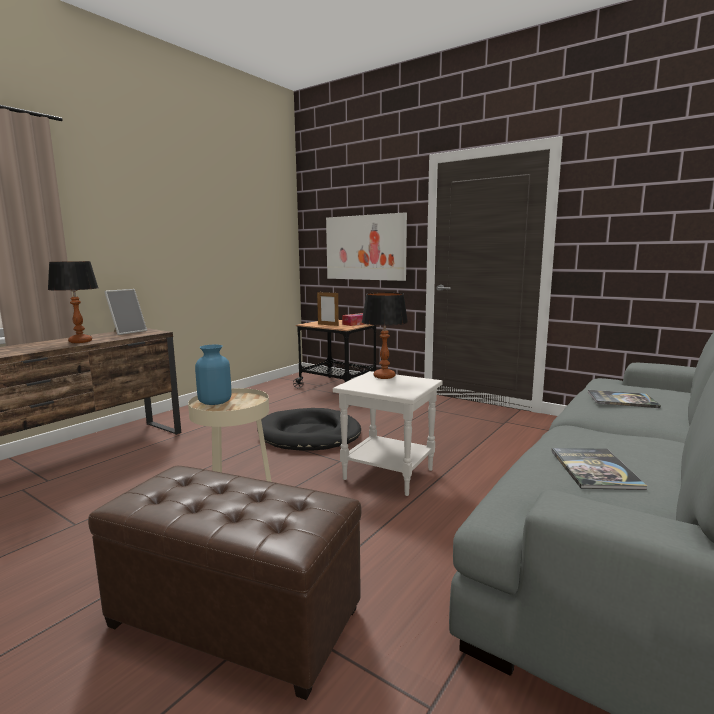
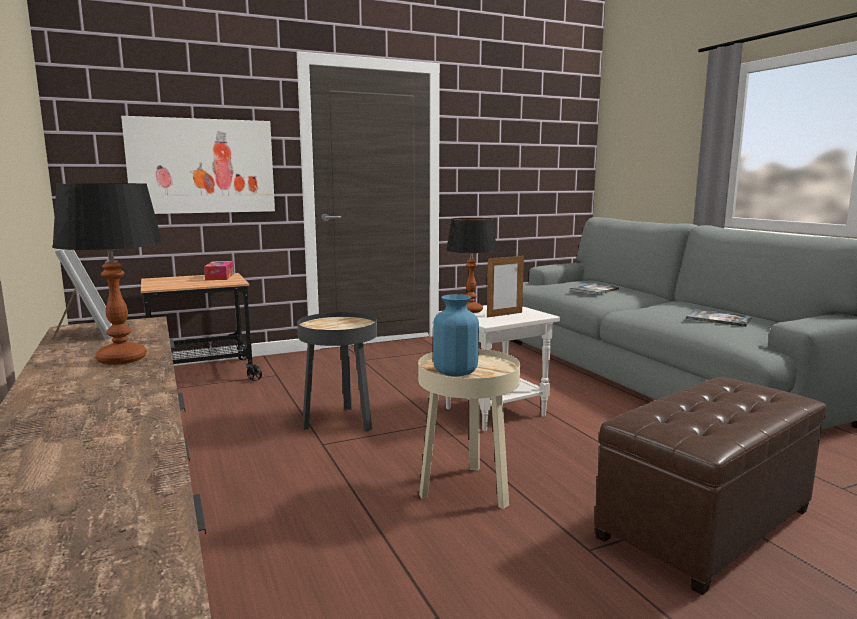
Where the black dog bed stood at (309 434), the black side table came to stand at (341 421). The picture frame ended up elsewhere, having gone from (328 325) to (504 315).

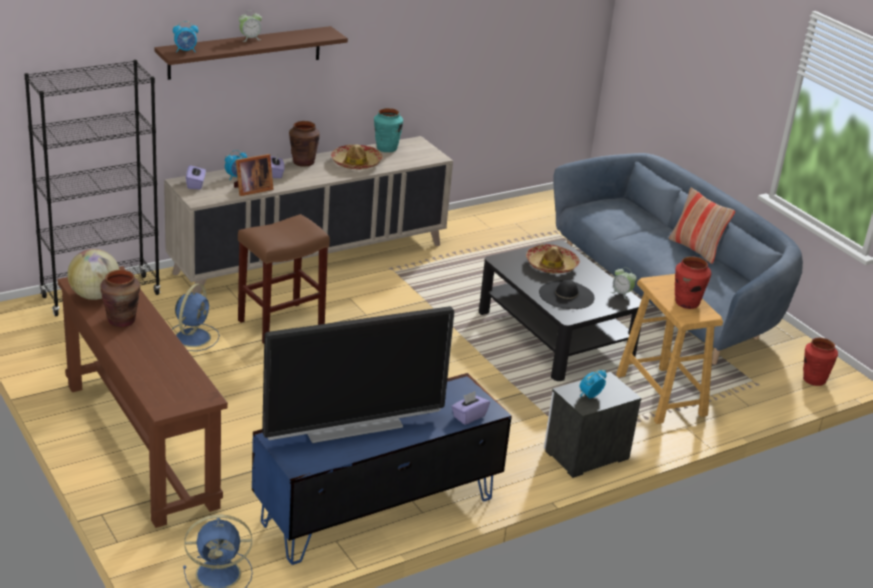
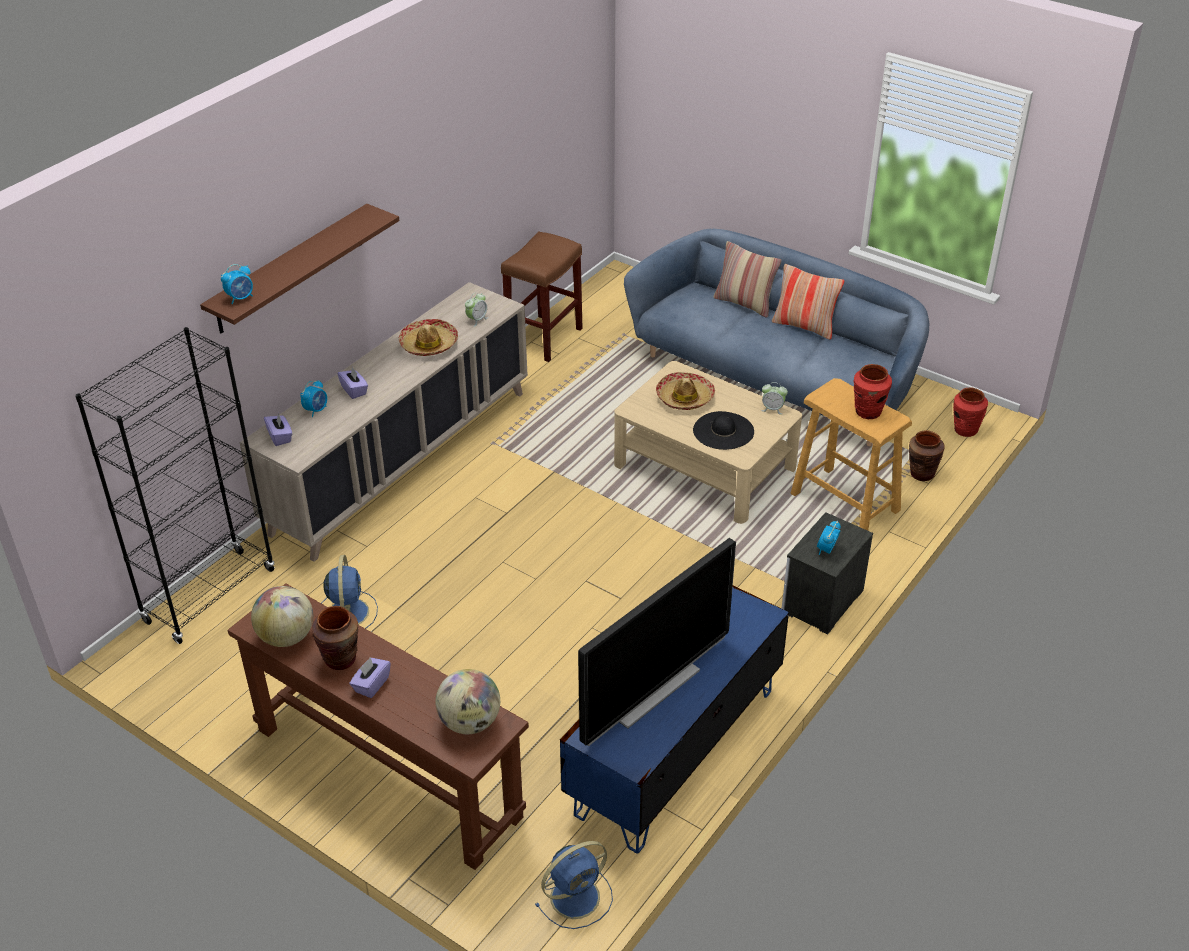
The purple tissue box ended up elsewhere, having gone from (469 416) to (371 685). The second view gained the globe at (470 722). The alarm clock ended up elsewhere, having gone from (250 39) to (477 320). The brown stool ended up elsewhere, having gone from (281 323) to (544 337). What was the black coffee table at (555 334) turned into the beige coffee table at (705 466). The second view gained the pillow at (744 303). The brown vase ended up elsewhere, having gone from (303 162) to (921 474). The second view lost the picture frame at (251 190). The second view lost the turquoise vase at (386 148).

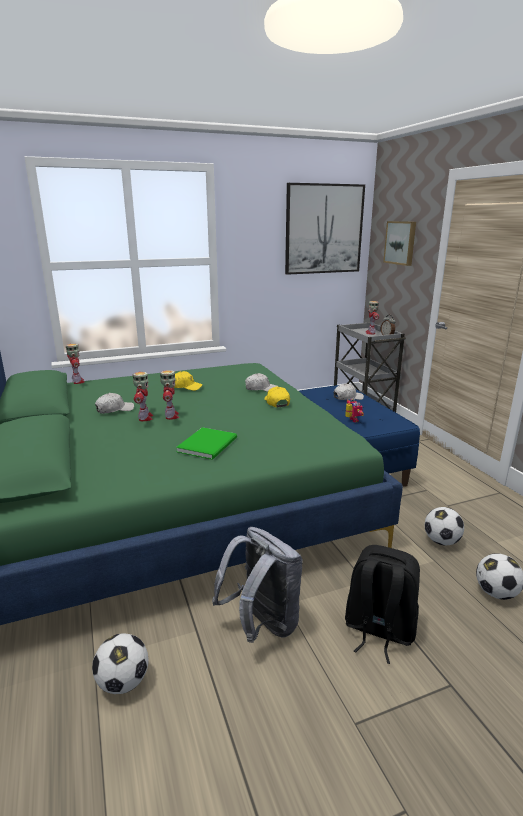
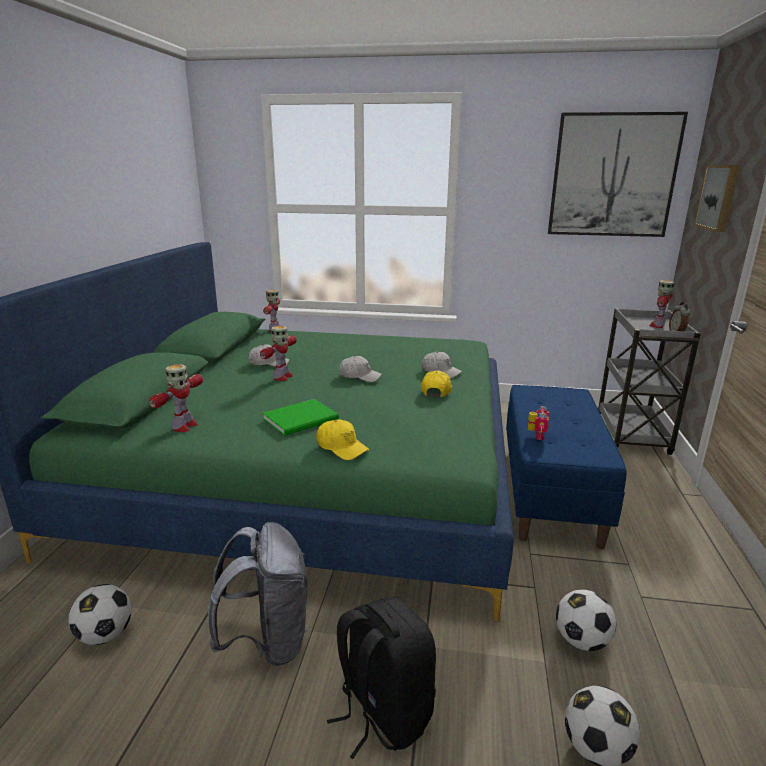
The toy robot ended up elsewhere, having gone from (171 416) to (184 426). The yellow cap ended up elsewhere, having gone from (185 387) to (341 447). The white cap ended up elsewhere, having gone from (347 397) to (359 376).

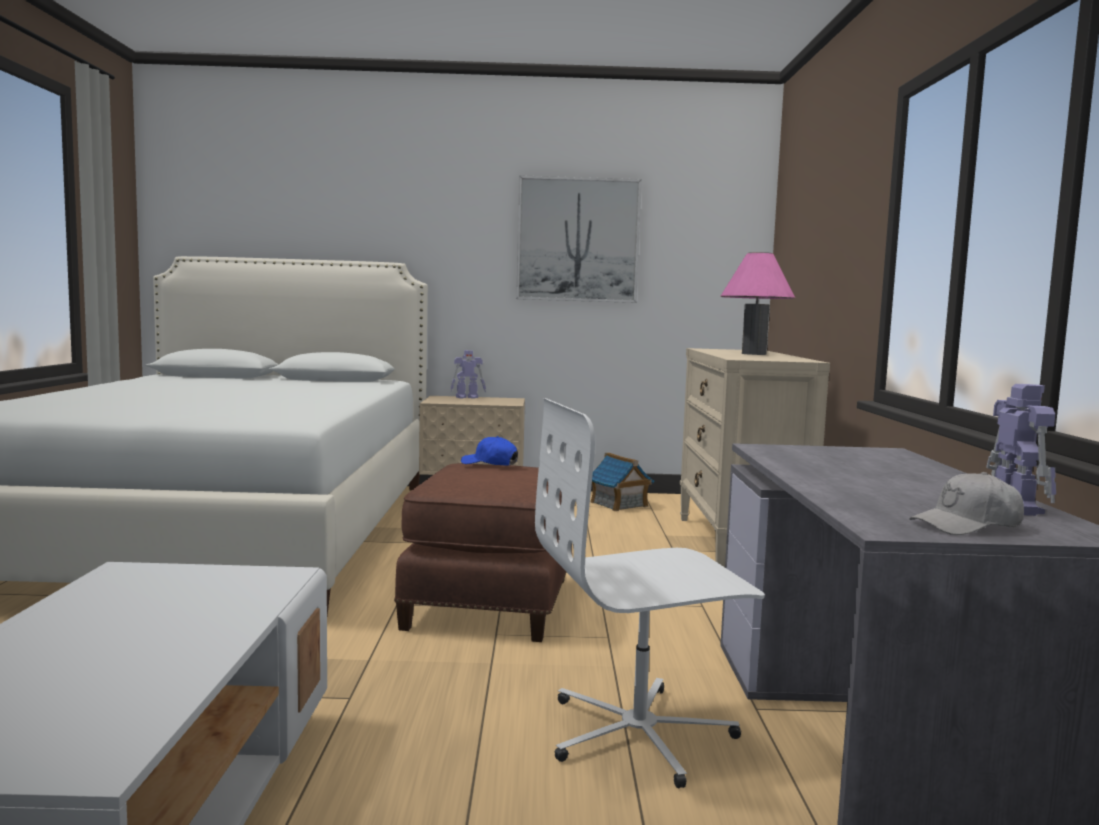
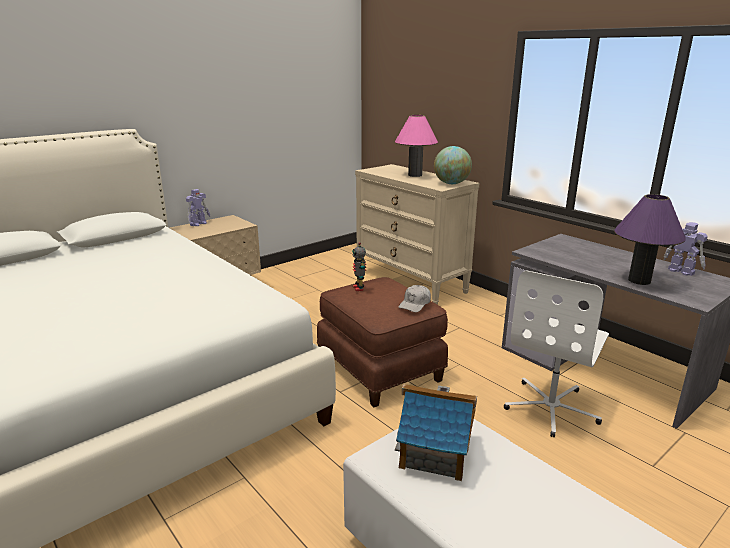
Where the blue cap stood at (490 463), the toy robot came to stand at (359 288). The toy house ended up elsewhere, having gone from (619 504) to (435 453). The white cap ended up elsewhere, having gone from (967 525) to (415 304). The second view gained the globe at (451 183). The second view gained the purple table lamp at (639 280). The second view lost the picture at (578 240).

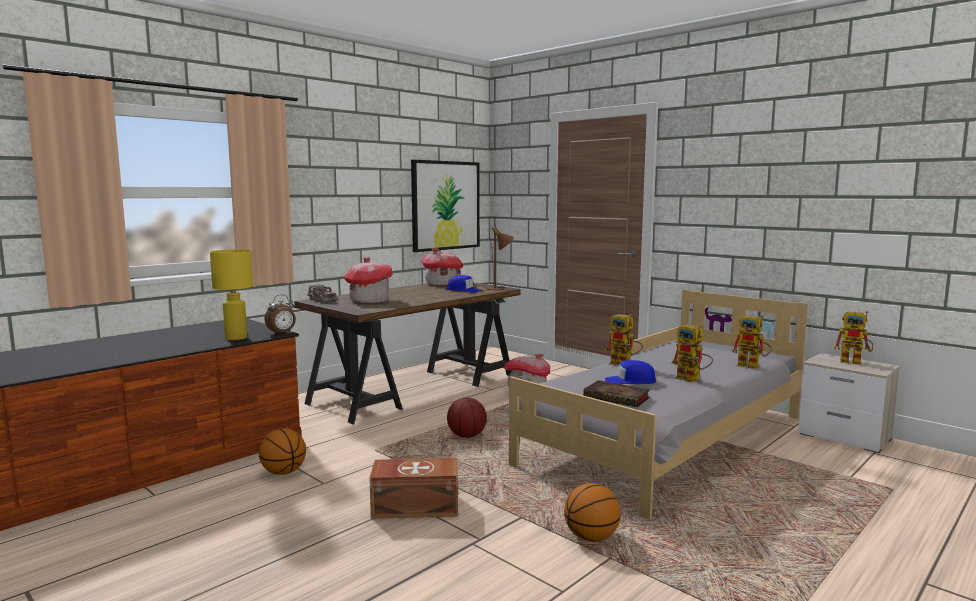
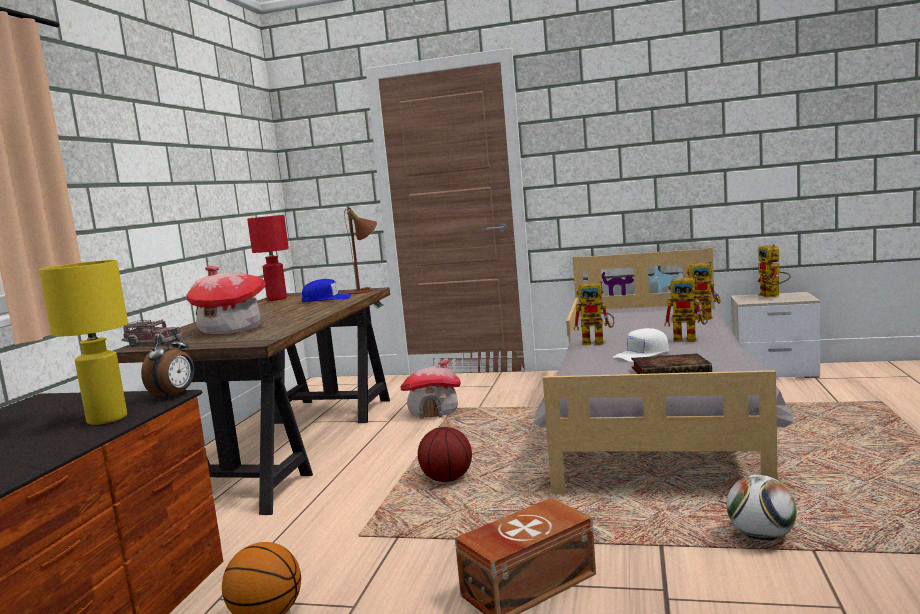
Where the toy house stood at (443 284), the red table lamp came to stand at (277 299). What was the blue cap at (629 381) turned into the white cap at (642 354). Where the basketball stood at (591 537), the football came to stand at (761 537). The toy robot at (855 362) ended up facing another way, 90 degrees clockwise from before. The second view lost the picture at (445 205).

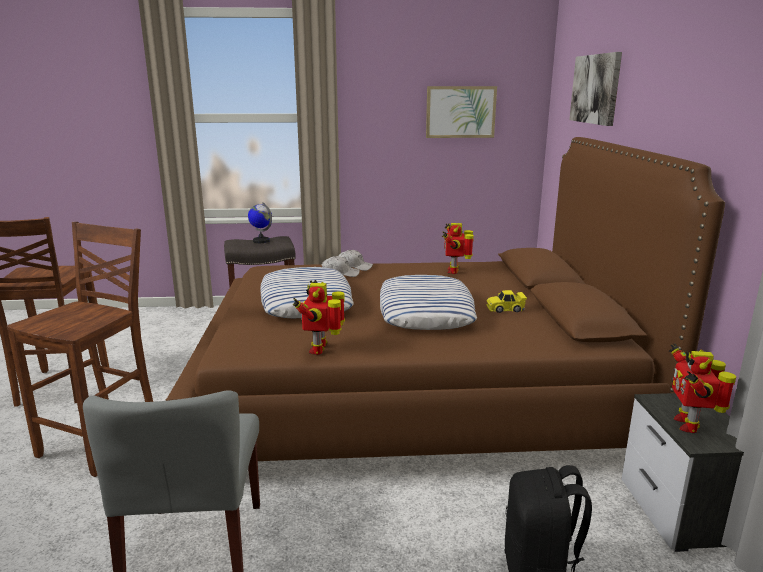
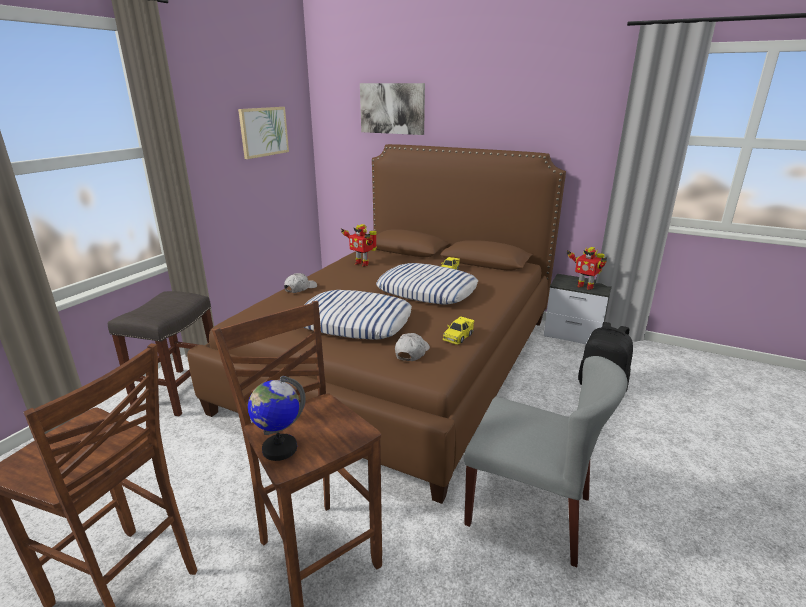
The globe ended up elsewhere, having gone from (261 241) to (279 448). The white cap ended up elsewhere, having gone from (340 274) to (412 352). Where the toy robot stood at (320 348), the yellow toy car came to stand at (458 337).

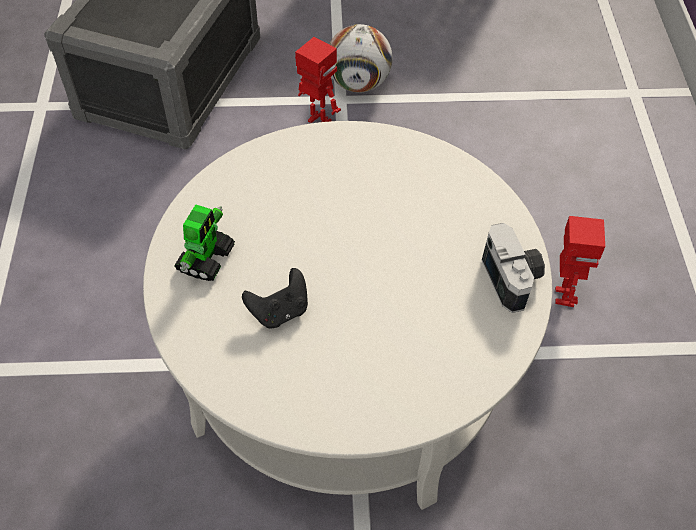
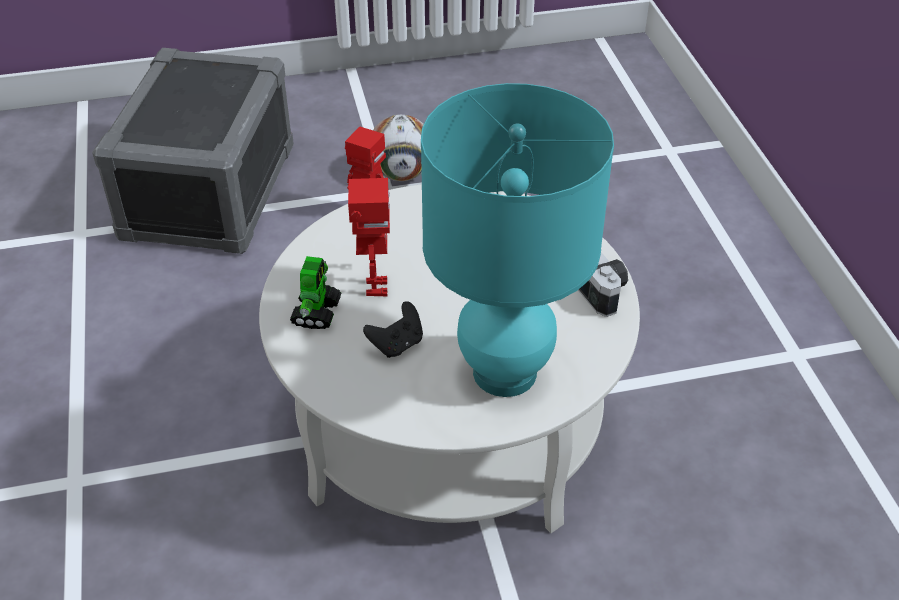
The toy robot ended up elsewhere, having gone from (562 296) to (375 287). The second view gained the turquoise table lamp at (505 373).

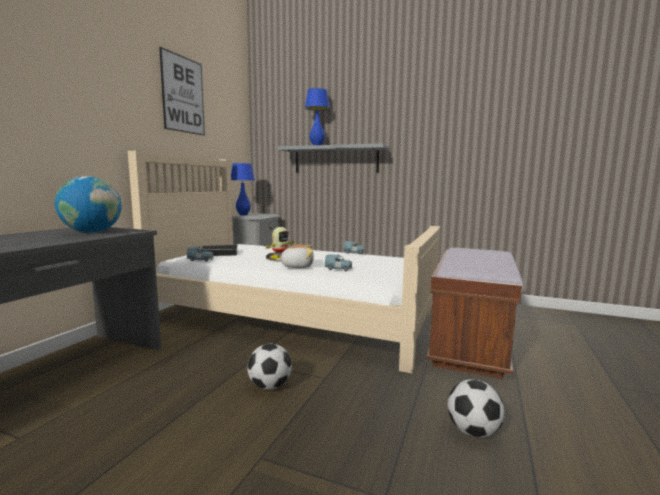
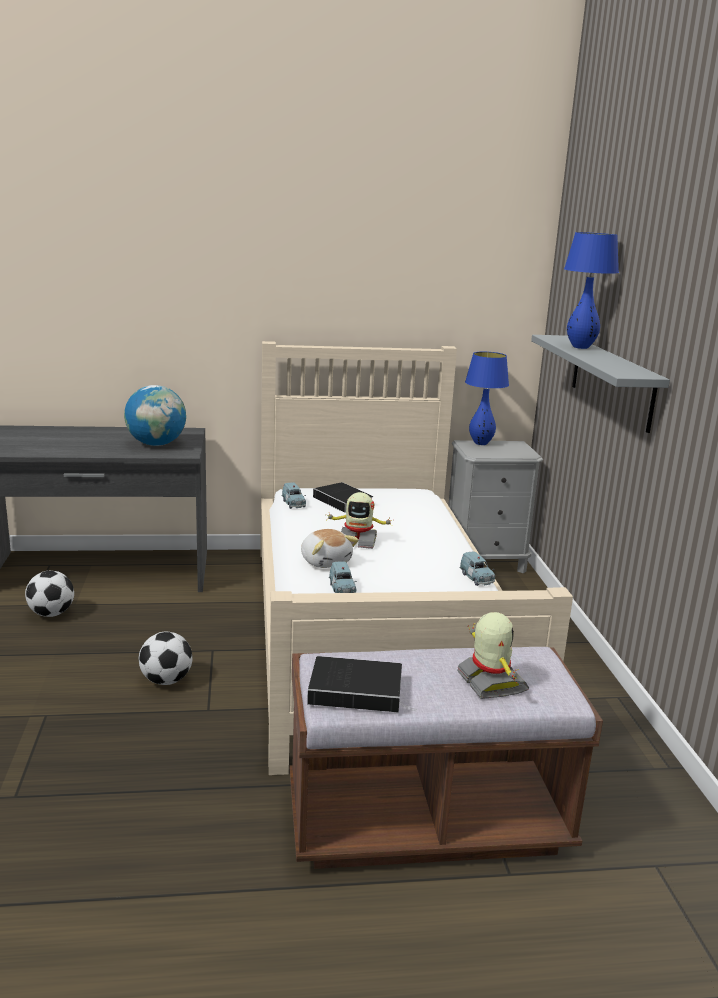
The football ended up elsewhere, having gone from (473 431) to (51 614). The second view gained the book at (359 690). The second view gained the toy robot at (490 682). The second view lost the picture at (183 95).

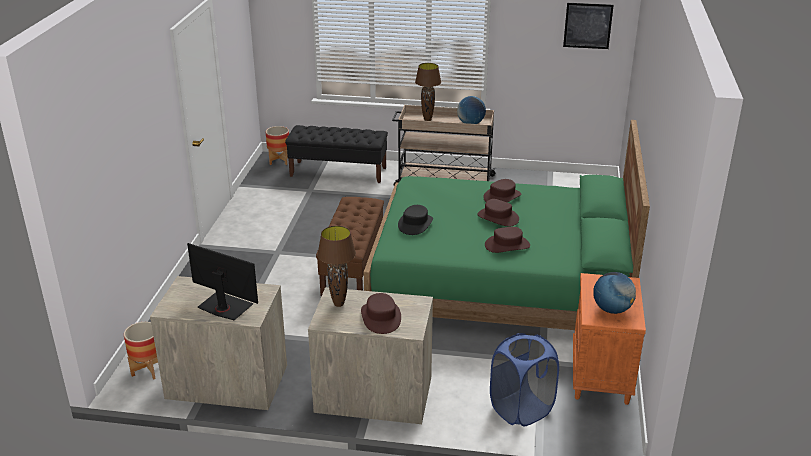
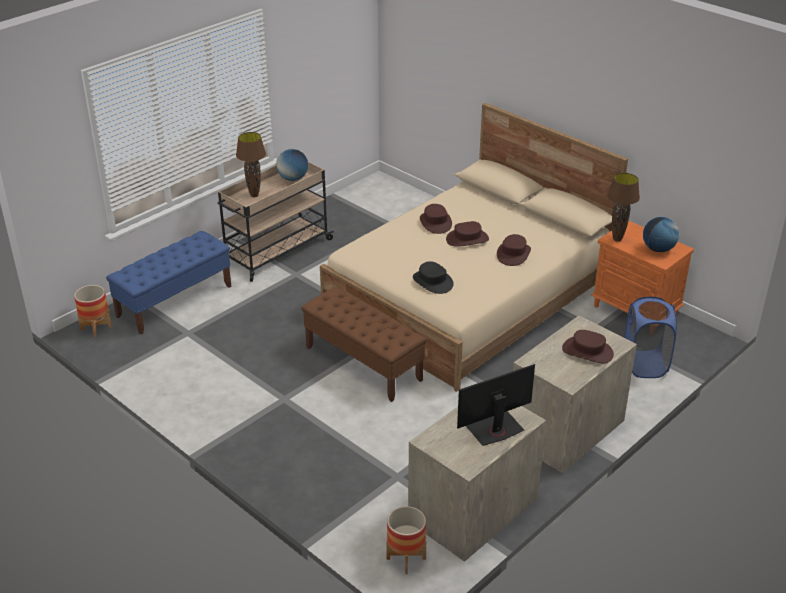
What was the black bench at (338 172) turned into the blue bench at (175 301). What was the green bed at (501 280) turned into the beige bed at (470 296). The brown table lamp ended up elsewhere, having gone from (338 304) to (617 239). The second view lost the picture at (587 25).

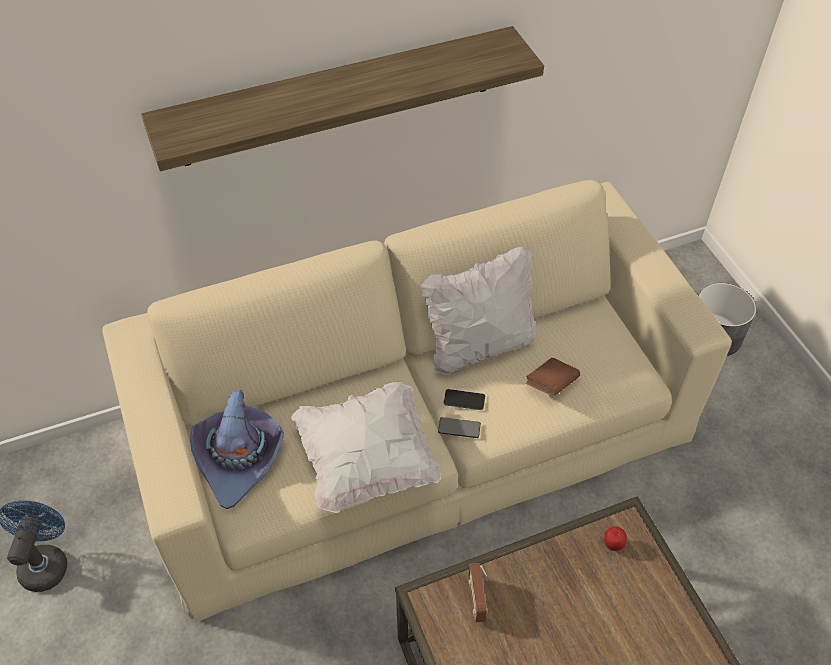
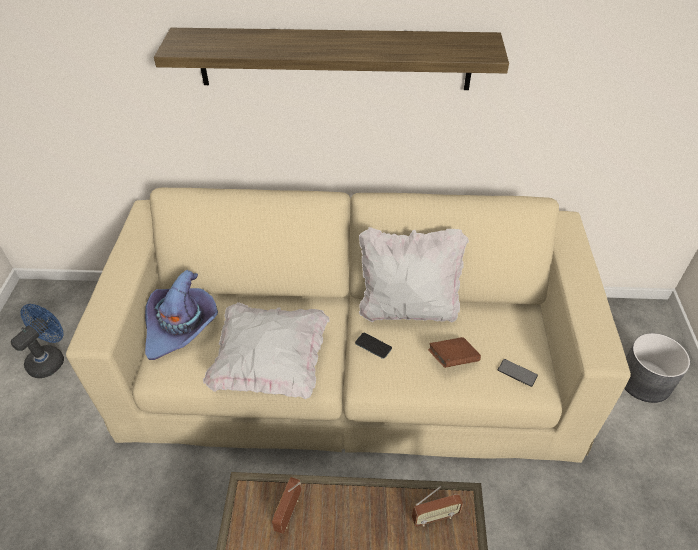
Where the apple stood at (613 544), the radio came to stand at (435 517). The phone ended up elsewhere, having gone from (459 428) to (517 373).

